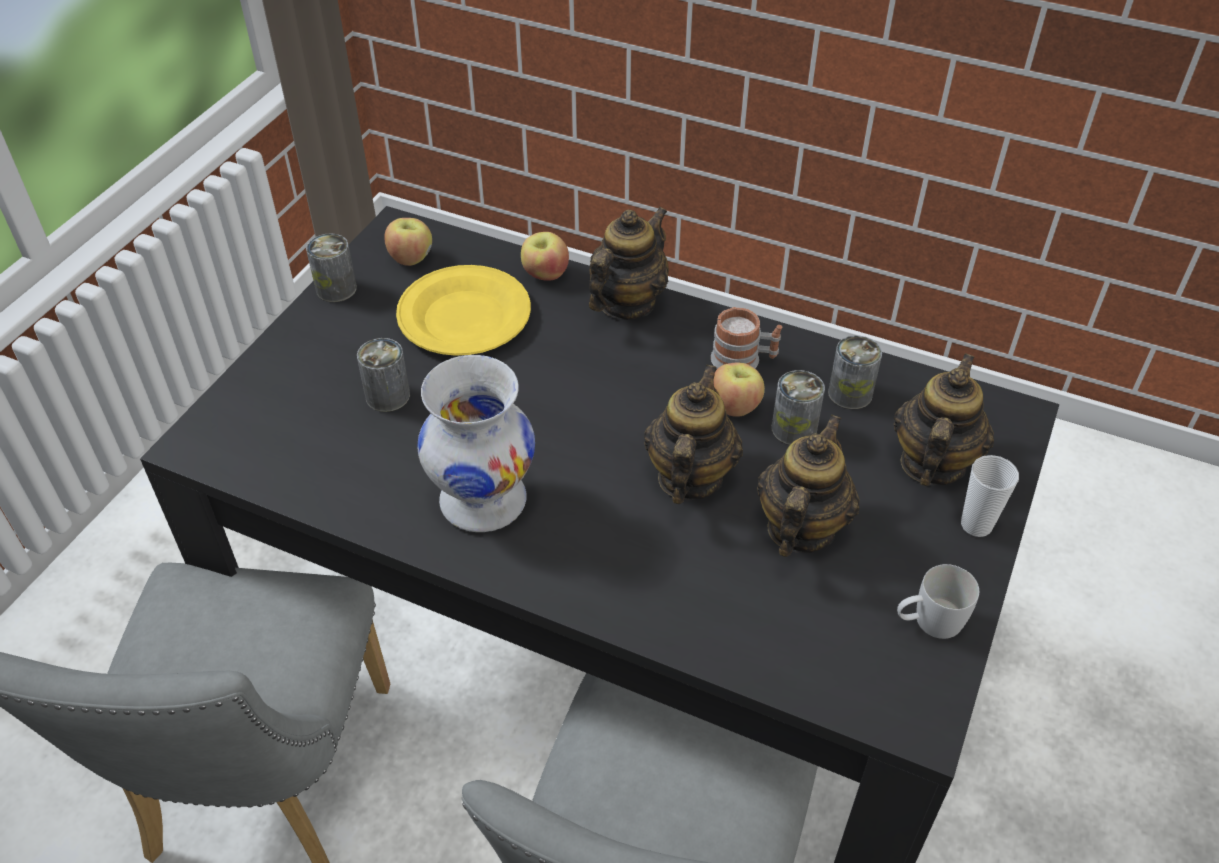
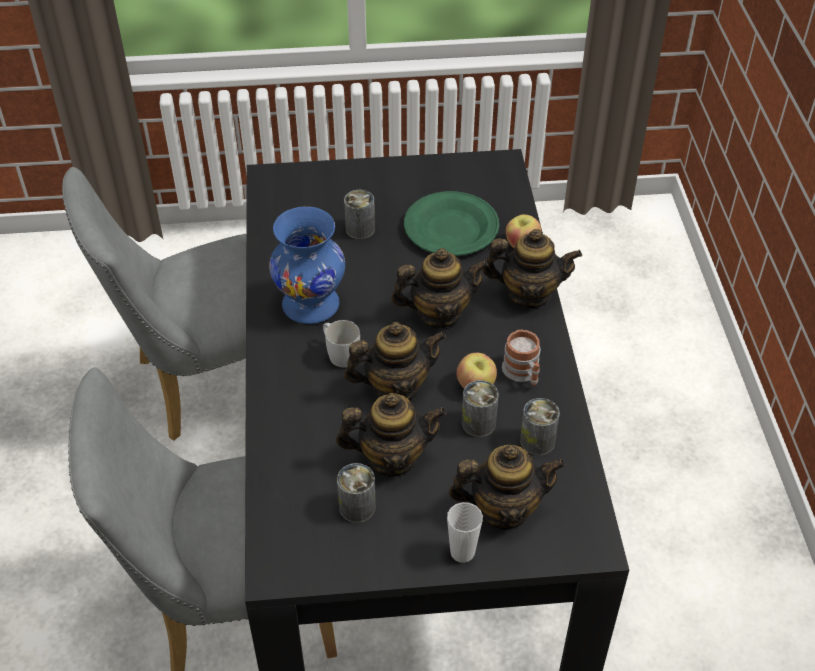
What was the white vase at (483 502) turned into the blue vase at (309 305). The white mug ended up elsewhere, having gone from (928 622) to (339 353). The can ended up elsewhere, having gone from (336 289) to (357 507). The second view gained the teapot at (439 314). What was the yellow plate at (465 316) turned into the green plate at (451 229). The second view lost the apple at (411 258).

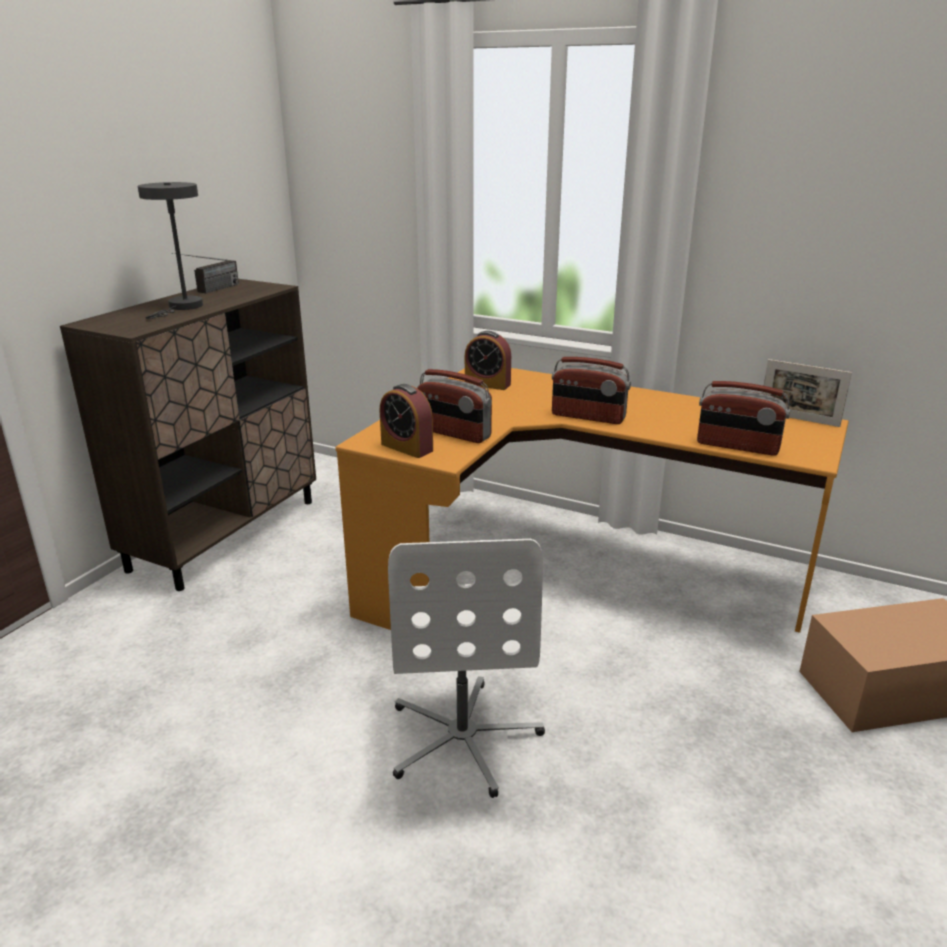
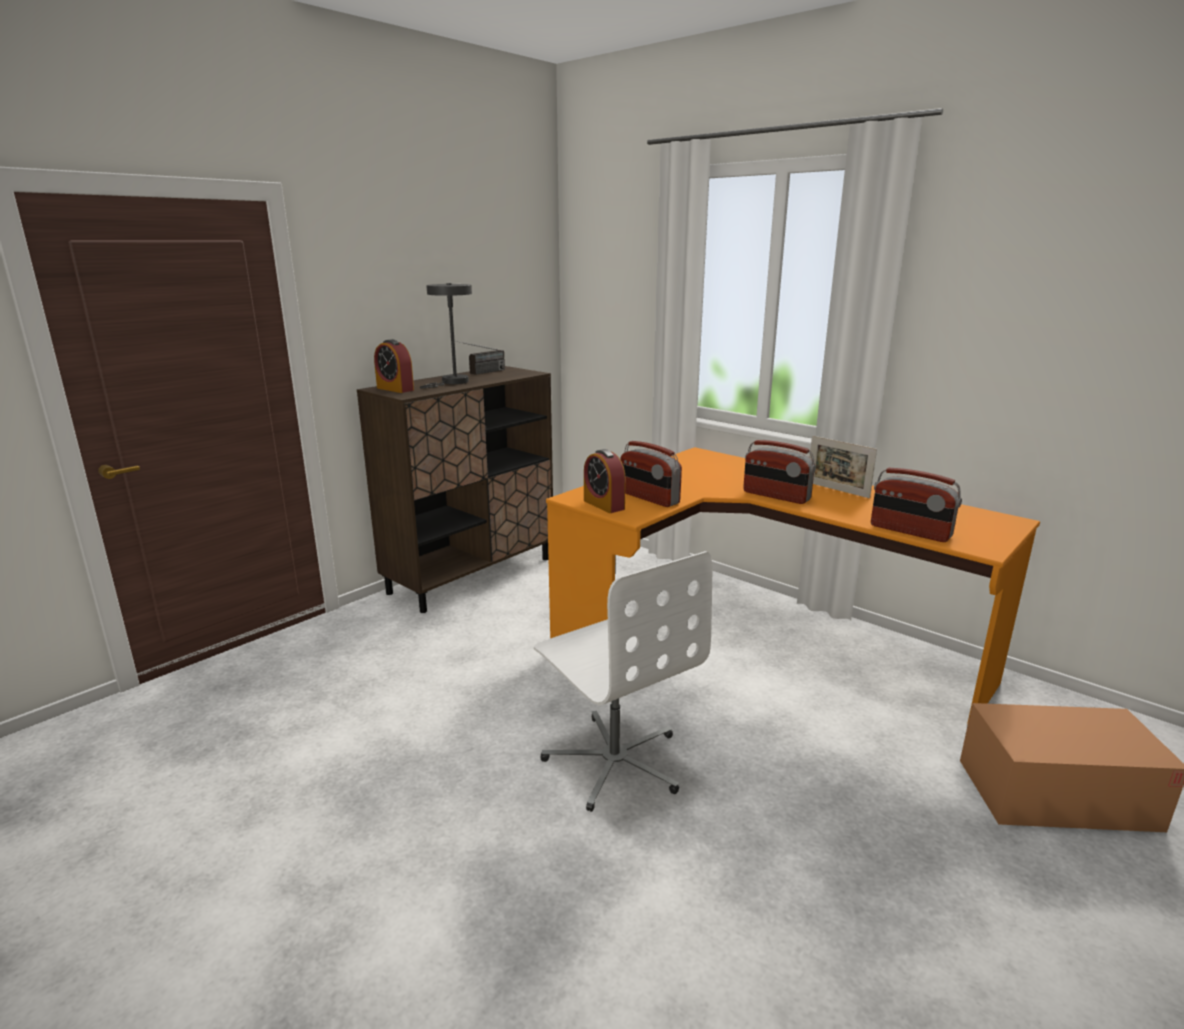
The alarm clock ended up elsewhere, having gone from (487 384) to (395 389). The white office chair at (463 737) ended up facing another way, 45 degrees counterclockwise from before. The picture frame ended up elsewhere, having gone from (798 419) to (837 490).

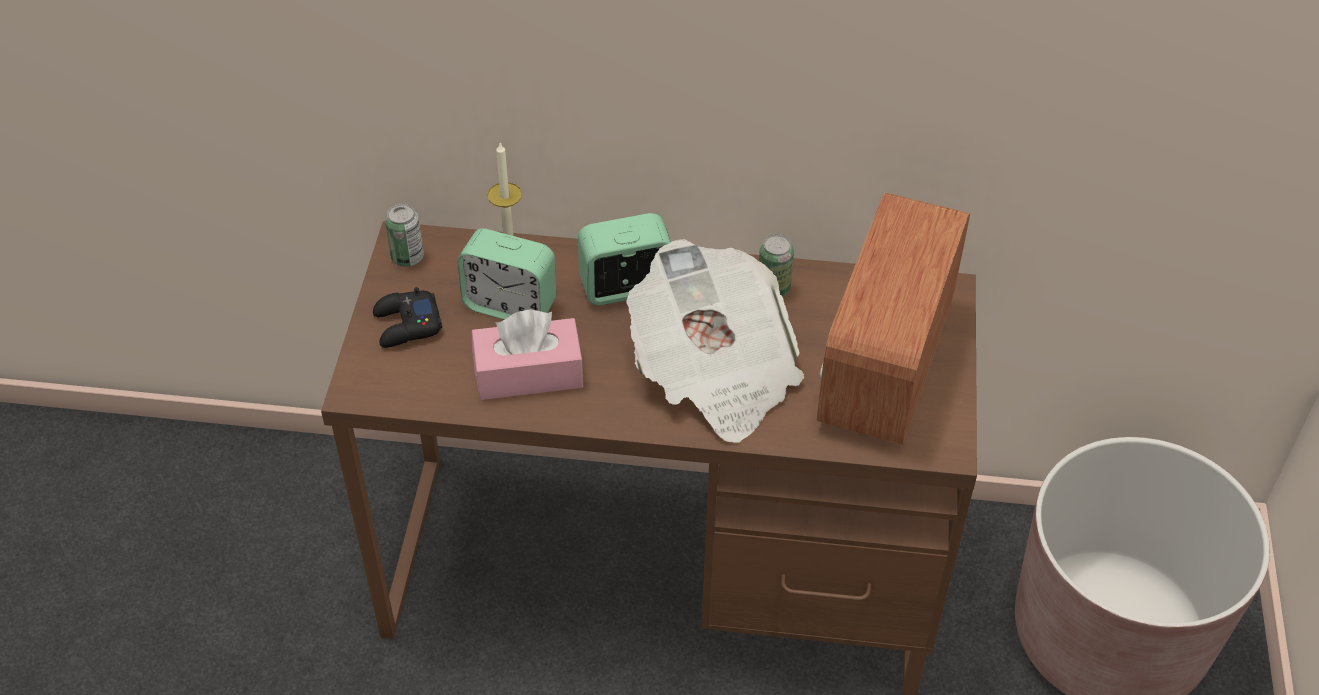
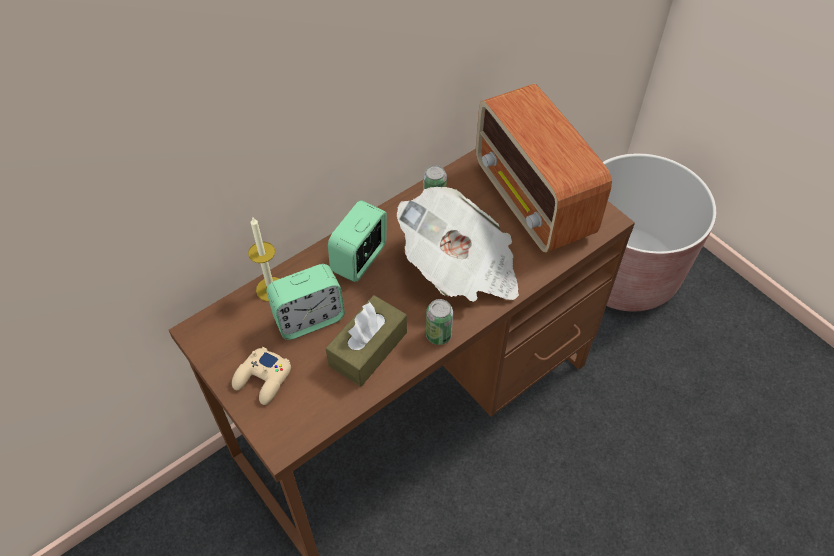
What was the black game controller at (407 325) turned into the beige game controller at (263 379). What was the pink tissue box at (528 373) turned into the brown tissue box at (368 349). The can ended up elsewhere, having gone from (407 257) to (438 335).

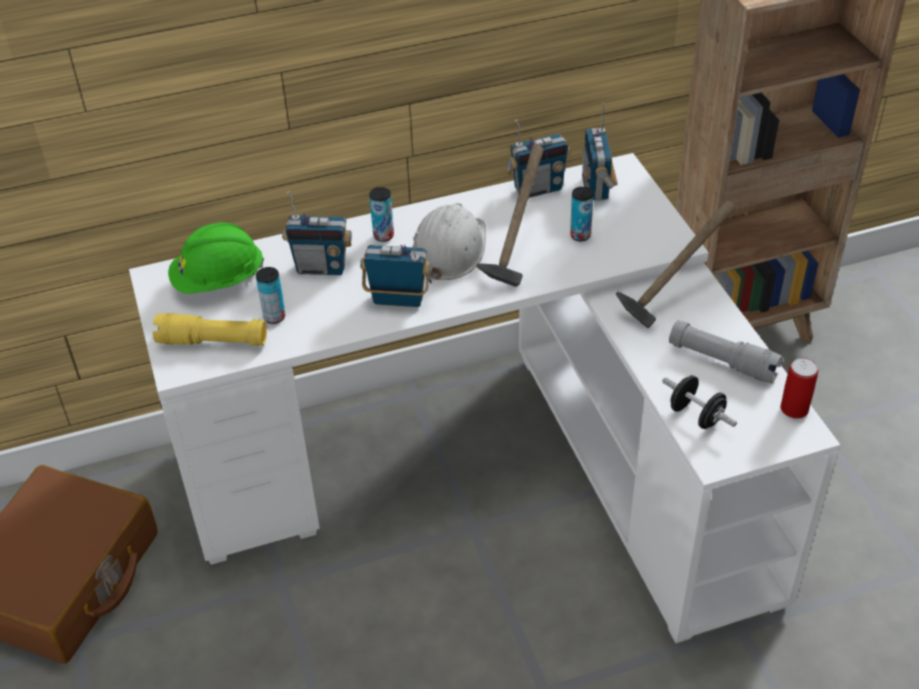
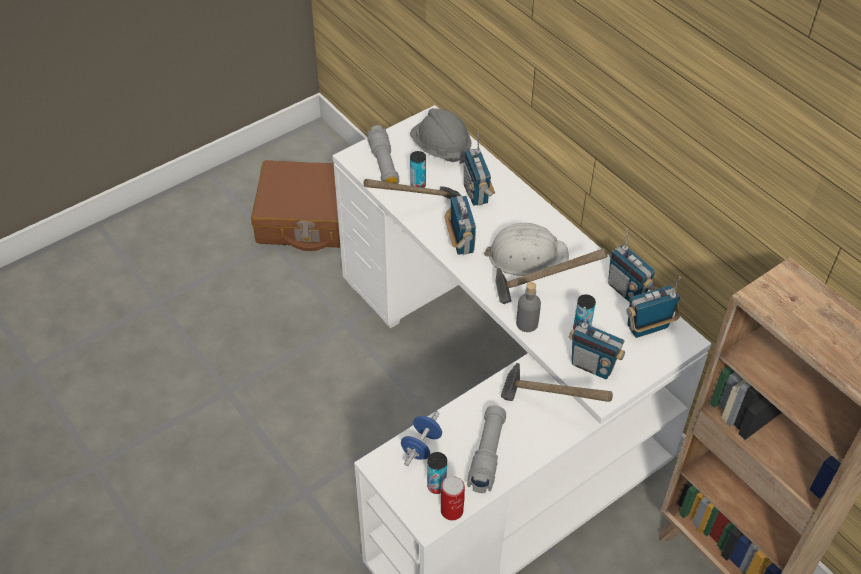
The second view gained the hammer at (417 213). What was the yellow flashlight at (213 341) turned into the grey flashlight at (383 164). What was the black dumbbell at (696 415) turned into the blue dumbbell at (421 446). What was the green hard hat at (218 281) turned into the grey hard hat at (440 149). The can ended up elsewhere, having gone from (383 236) to (436 486). The second view gained the grey bottle at (527 323). The second view gained the radio at (592 366).

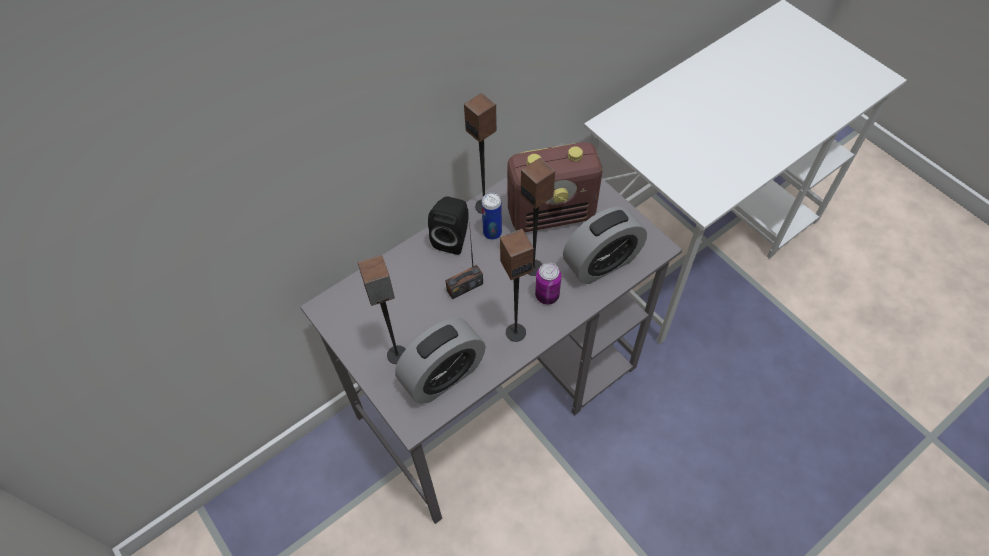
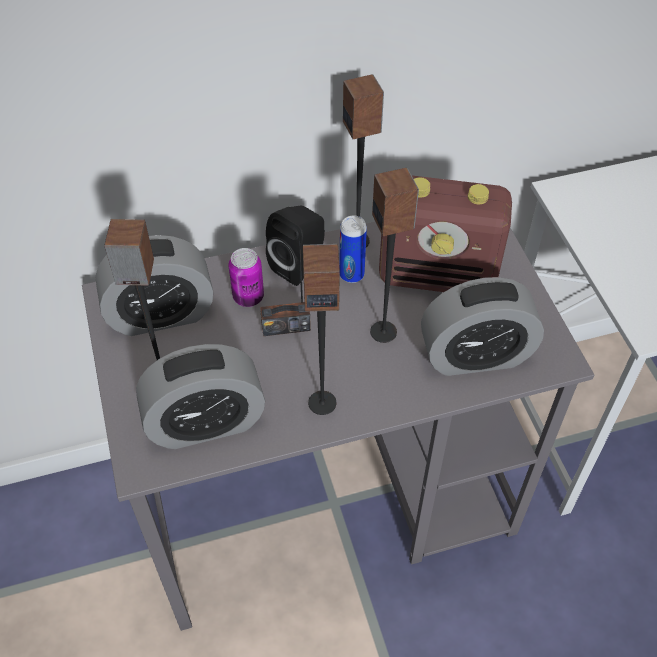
The second view gained the alarm clock at (161 314). The can ended up elsewhere, having gone from (547 295) to (248 297).

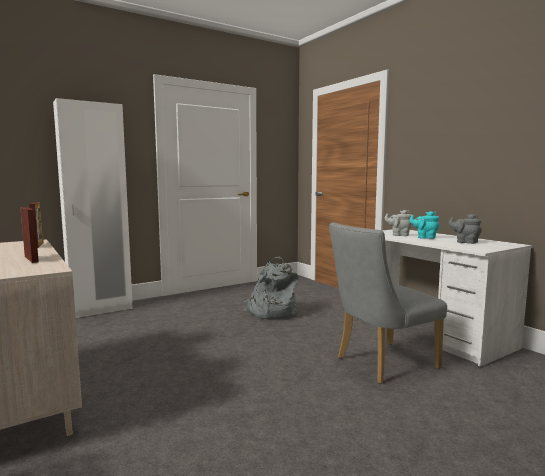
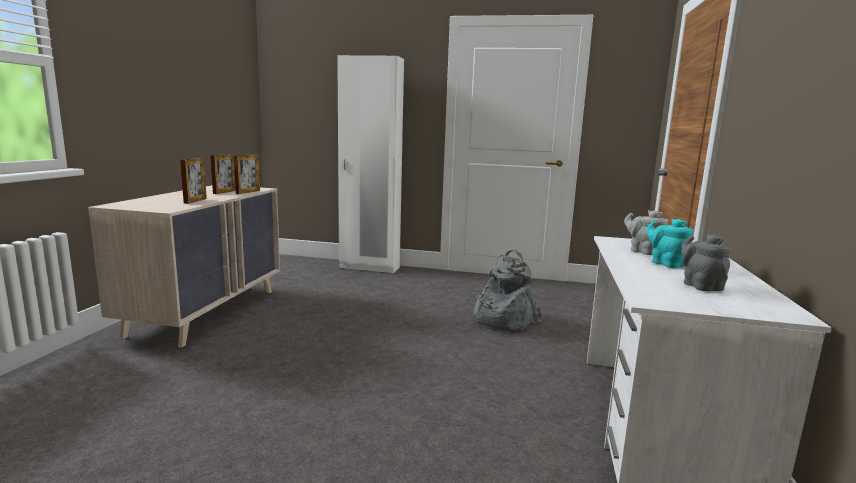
The second view gained the picture frame at (224 192). The second view lost the grey chair at (380 364).

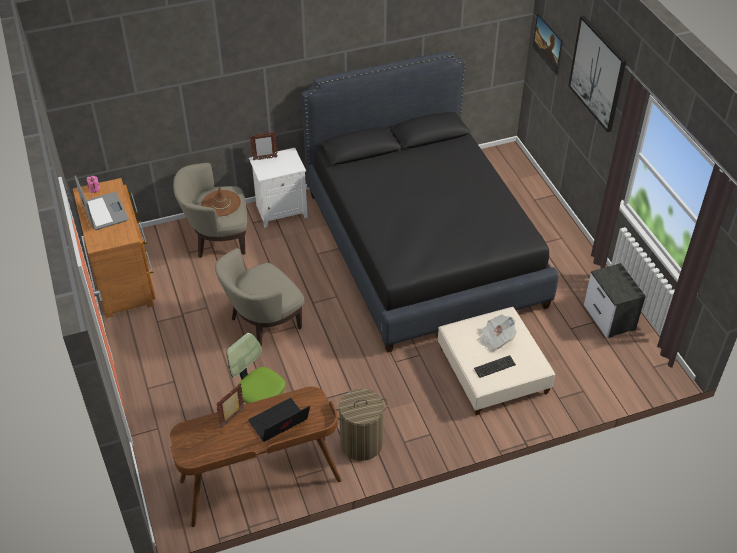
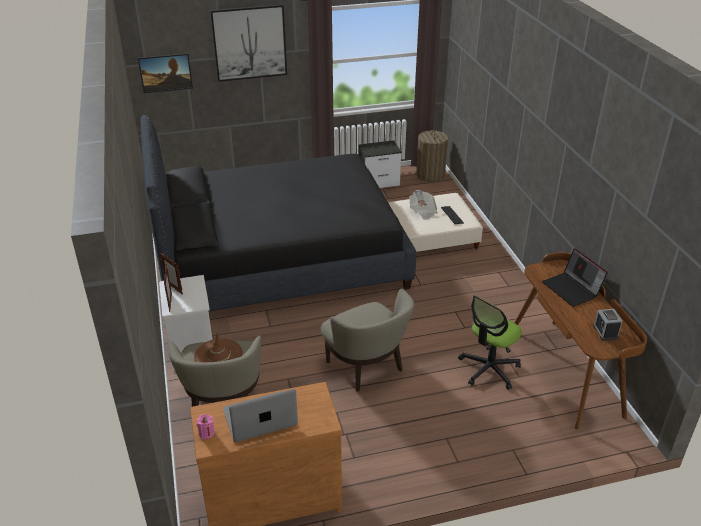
The picture frame ended up elsewhere, having gone from (232 418) to (174 288). The laundry basket ended up elsewhere, having gone from (361 443) to (430 175). The second view gained the alarm clock at (605 332).

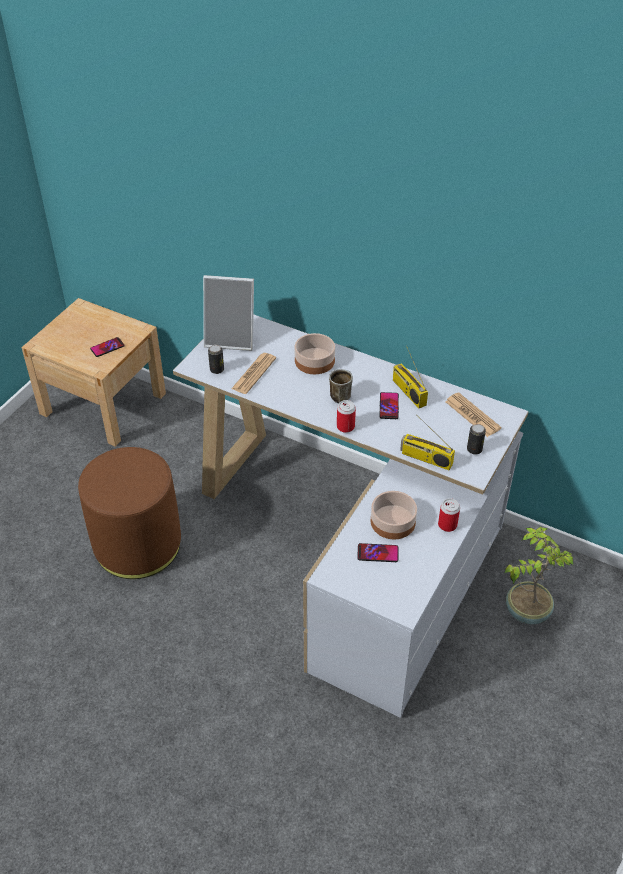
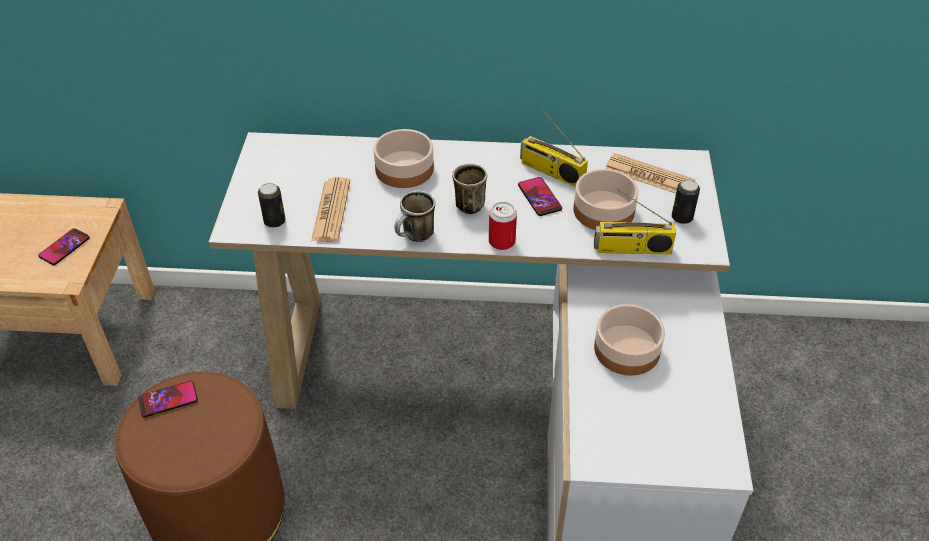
The phone ended up elsewhere, having gone from (377 553) to (168 399). The second view gained the mug at (415 237). The second view gained the bowl at (604 211). The second view lost the picture frame at (231 338). The second view lost the can at (447 525). The second view lost the potted plant at (526 610).

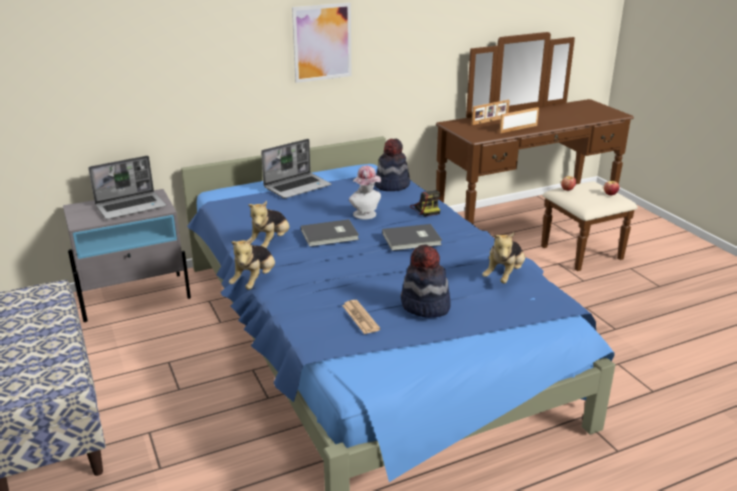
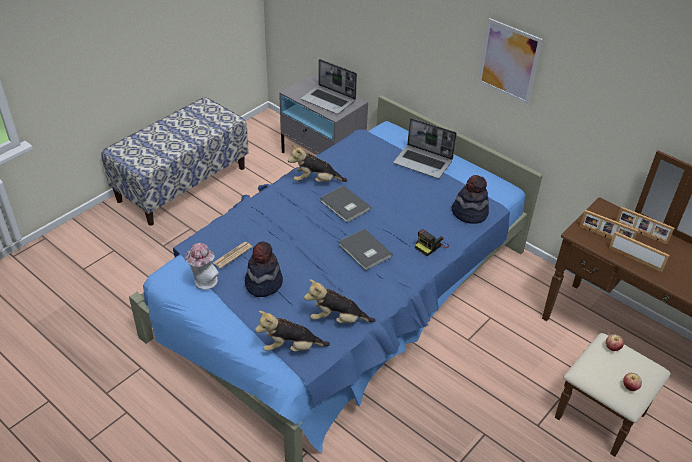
The hat ended up elsewhere, having gone from (366 215) to (203 283). The plush toy ended up elsewhere, having gone from (255 281) to (291 347). The second view gained the picture frame at (605 236).

